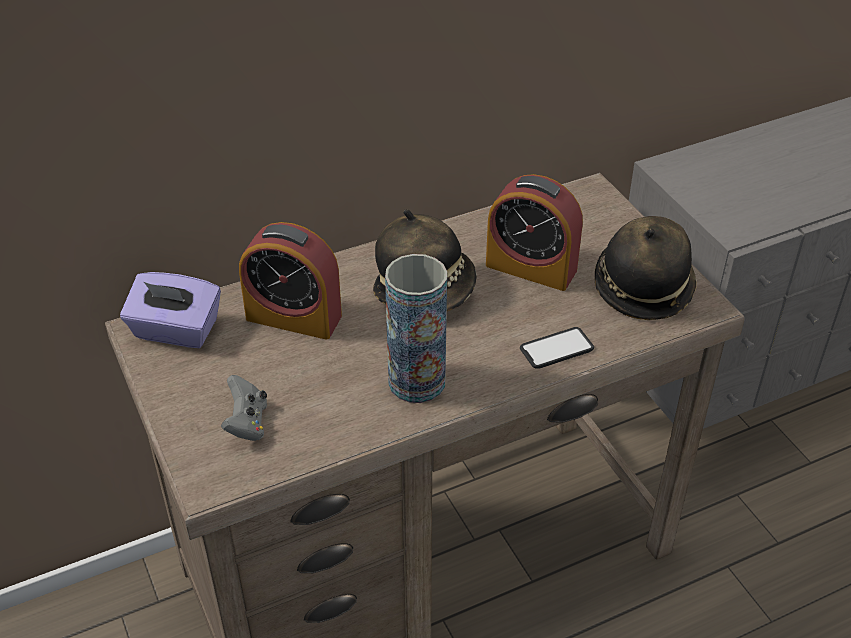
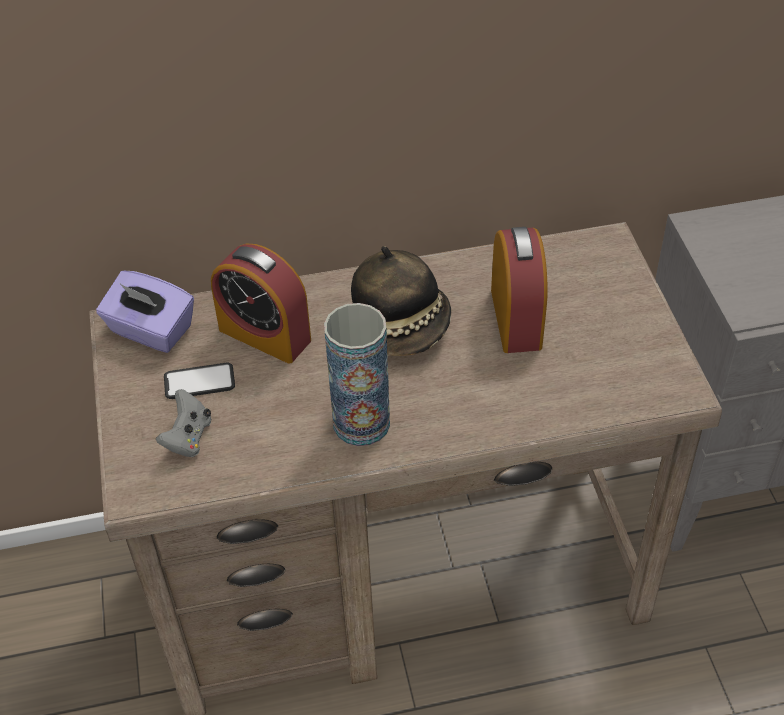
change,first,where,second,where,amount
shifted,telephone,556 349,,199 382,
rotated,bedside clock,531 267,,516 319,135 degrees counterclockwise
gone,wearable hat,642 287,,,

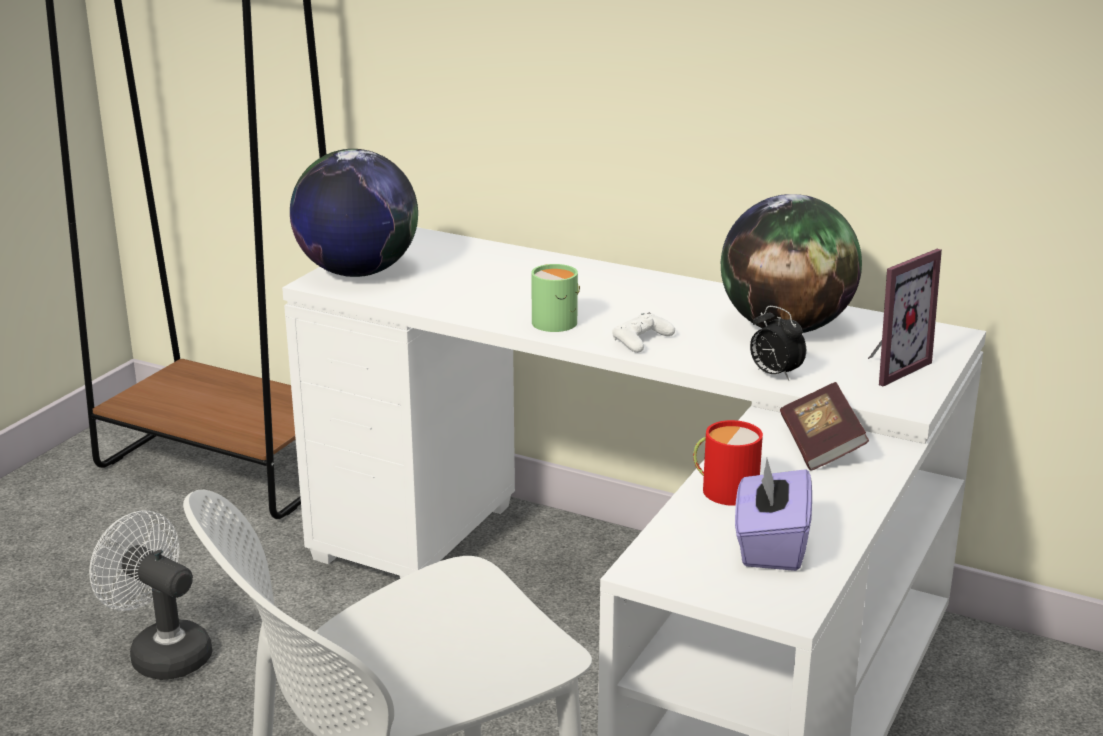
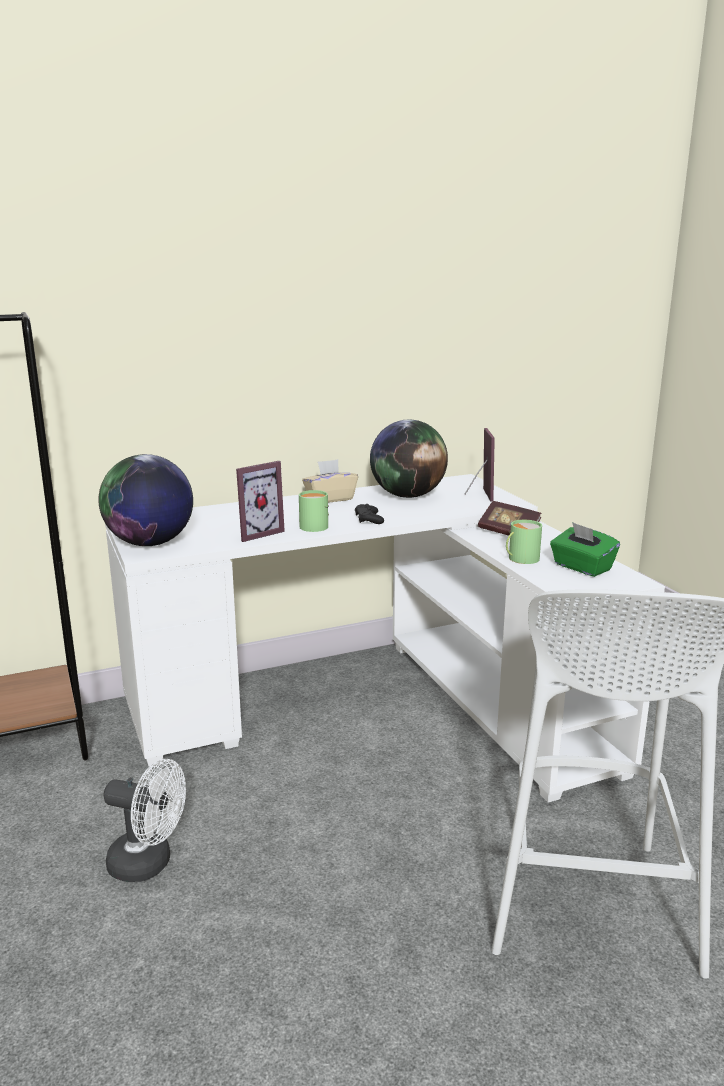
change,first,where,second,where,amount
rotated,white-coloured fan,162 652,,149 863,150 degrees counterclockwise
new,,,standing frame,256 533,
new,,,beige tissue holder,330 498,
repainted,white-coloured joypad,641 340,black-coloured joypad,368 519,
repainted,reddish mug,724 489,green-coloured mug,520 558,
repainted,purple-coloured tissue holder,770 546,green-coloured tissue holder,581 567,
gone,bedside clock,774 374,,,

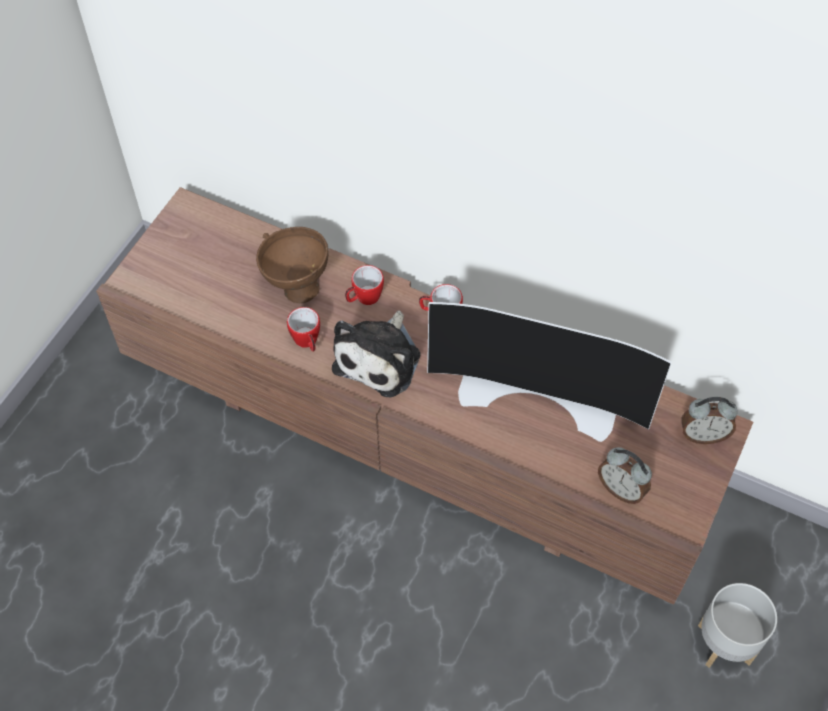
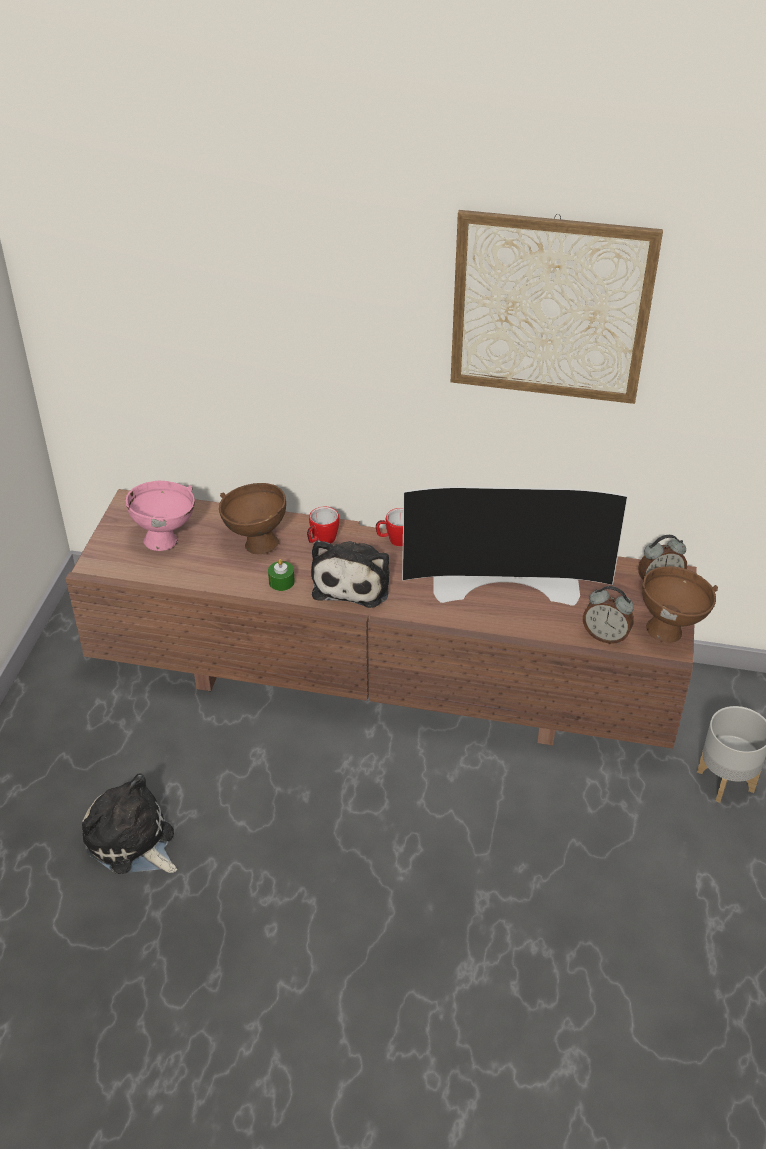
change,first,where,second,where,amount
new,,,plush toy,132 842,
new,,,pinkish serving bowl,167 538,
swapped,mug,307 342,green-coloured wax candle,281 582,
new,,,wall picture,550 306,
new,,,brown serving bowl,671 630,

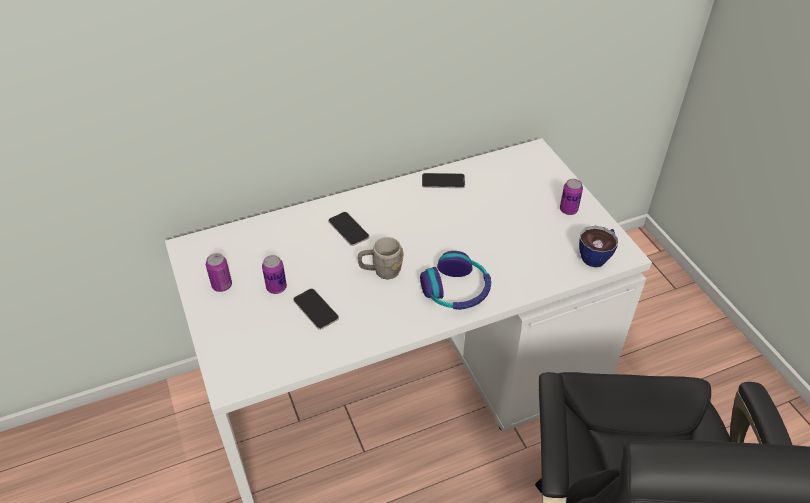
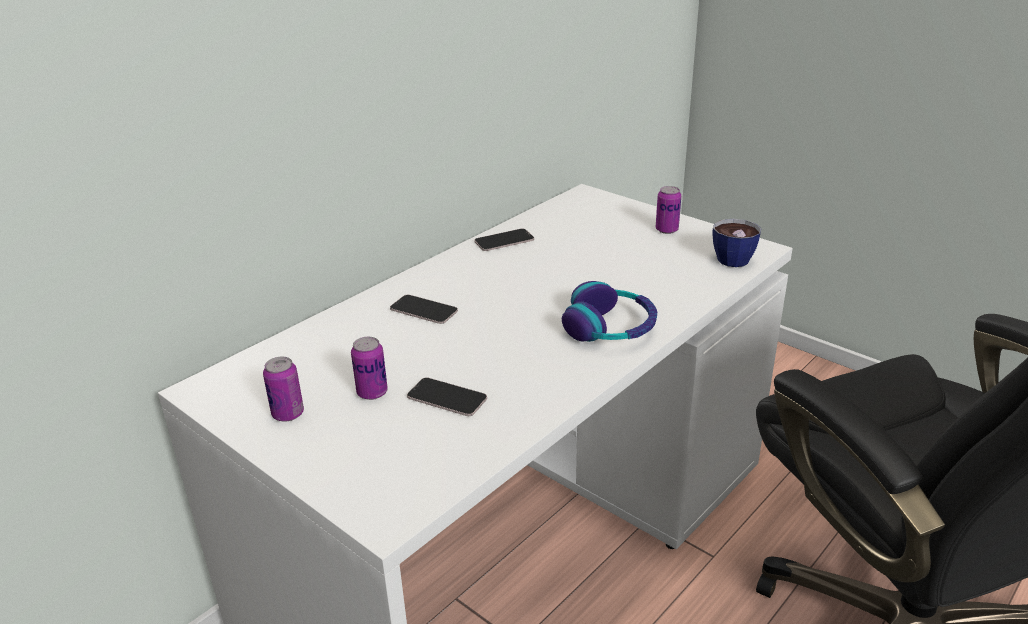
change,first,where,second,where,amount
gone,greyish mug,381 271,,,

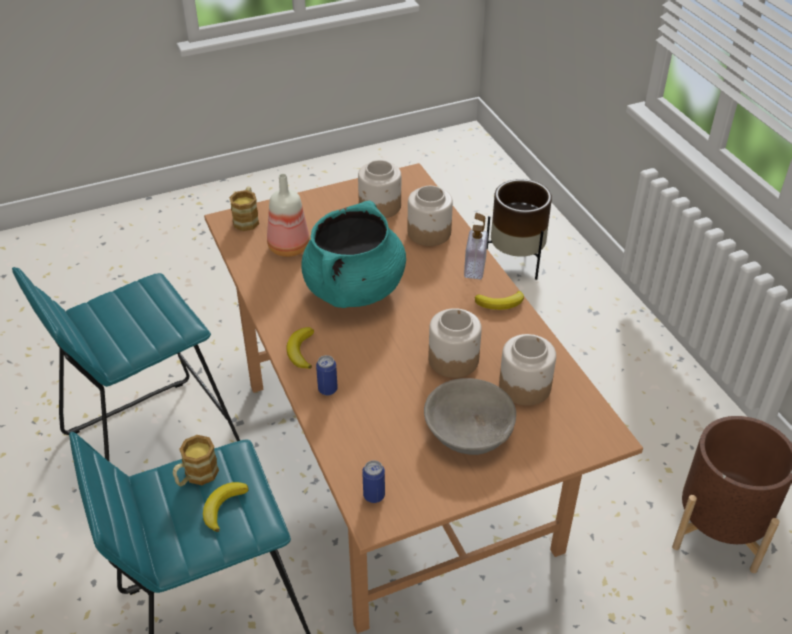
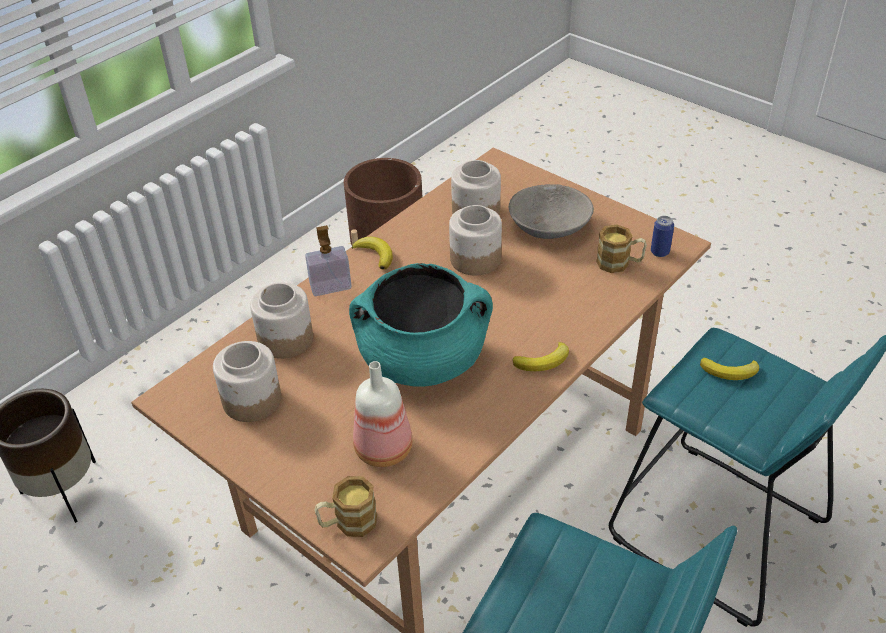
change,first,where,second,where,amount
shifted,mug,196 476,,619 263,
gone,can,327 389,,,

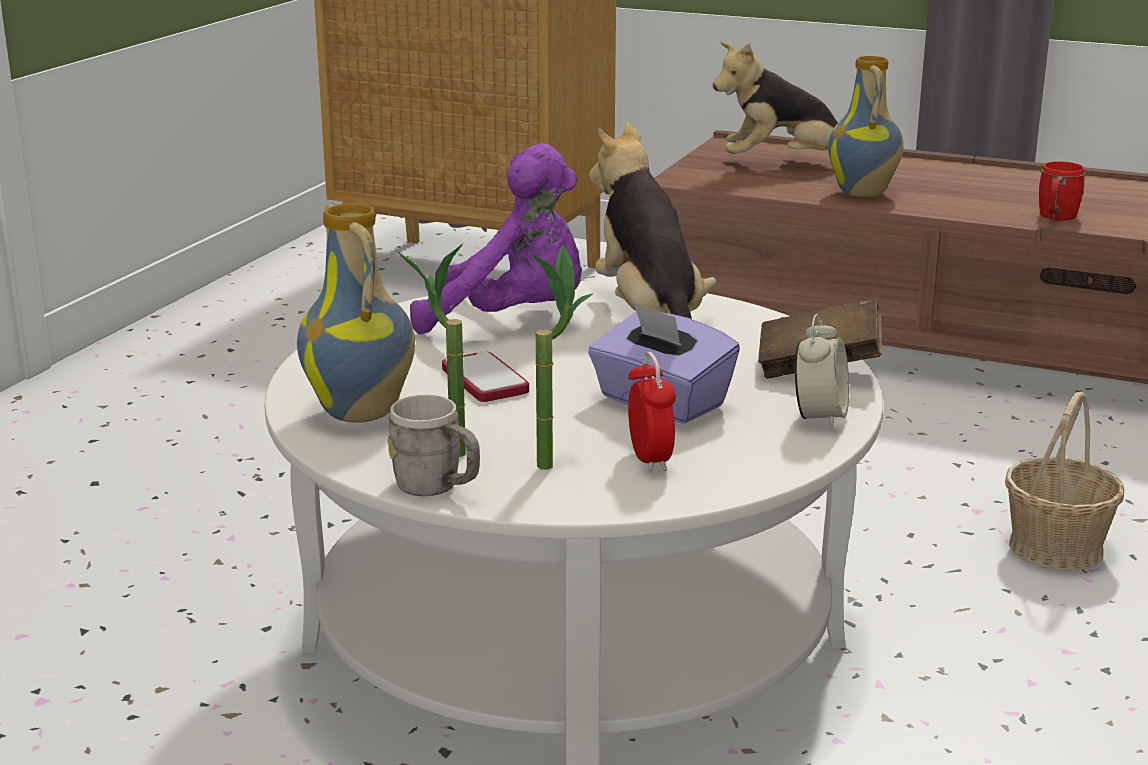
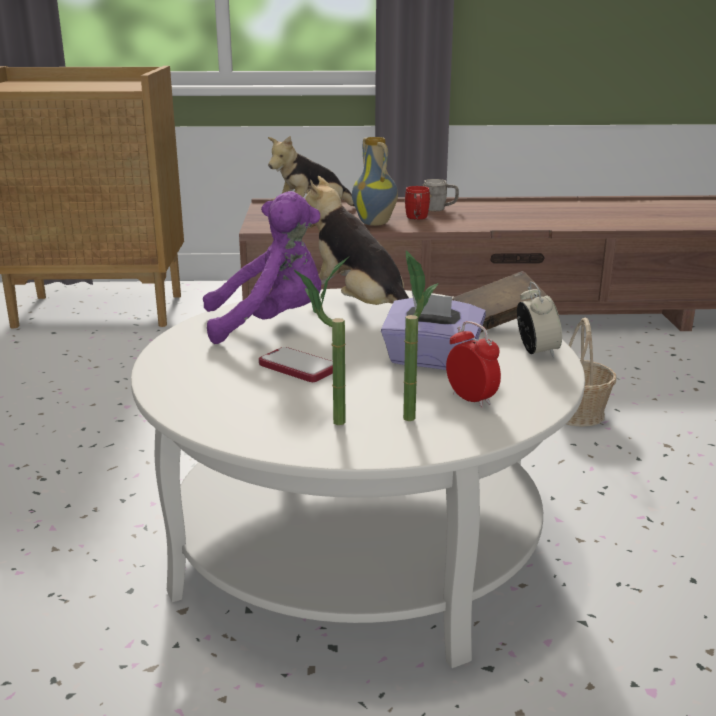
change,first,where,second,where,amount
shifted,reddish mug,1056 218,,417 218,
shifted,greyish mug,437 488,,439 209,
gone,decorative vase,363 412,,,

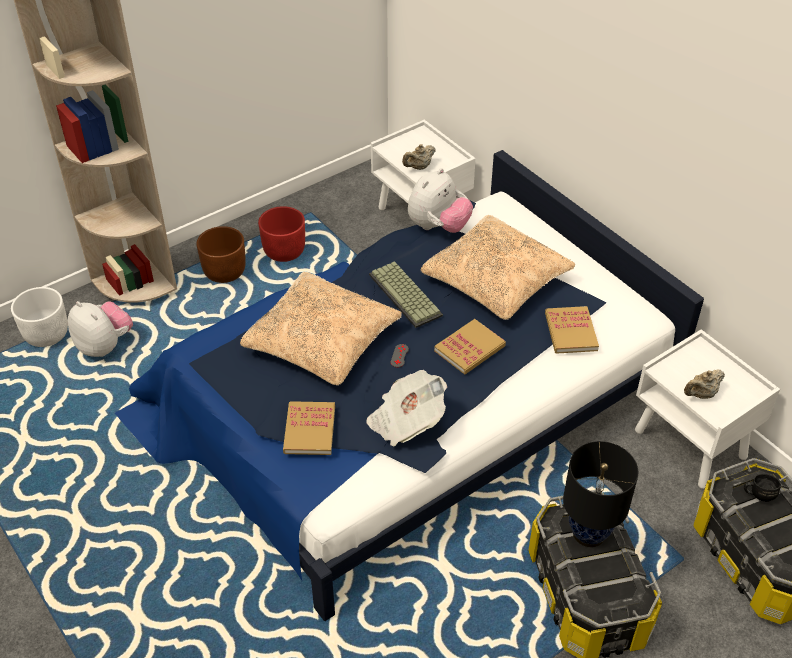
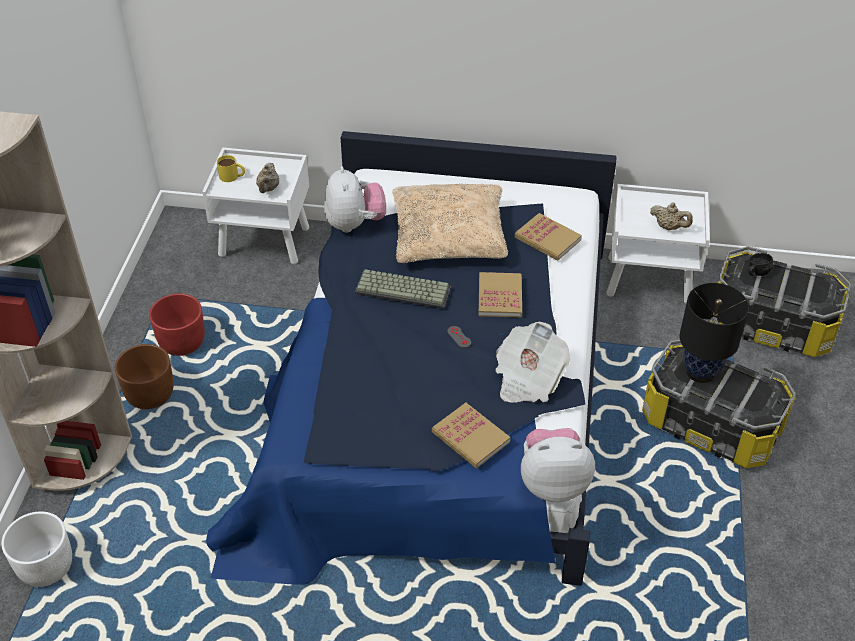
change,first,where,second,where,amount
new,,,yellow mug,232 176,
shifted,plush toy,105 346,,553 483,
rotated,beige pot for tea,701 394,,669 227,75 degrees counterclockwise
gone,beige throw pillow,322 340,,,

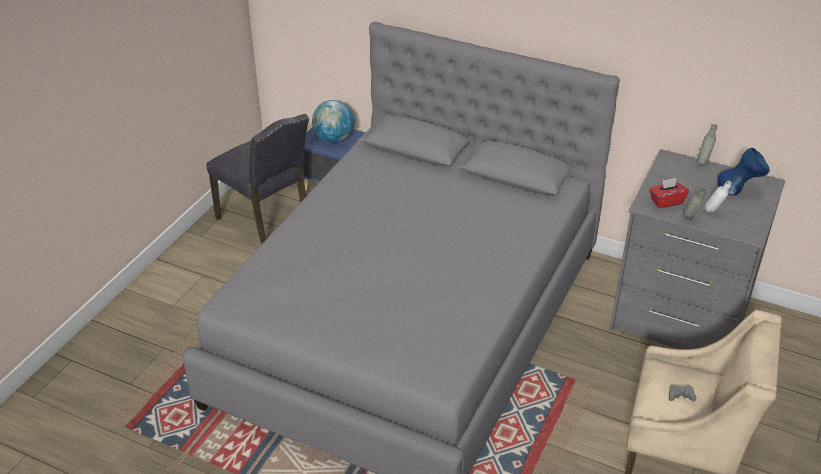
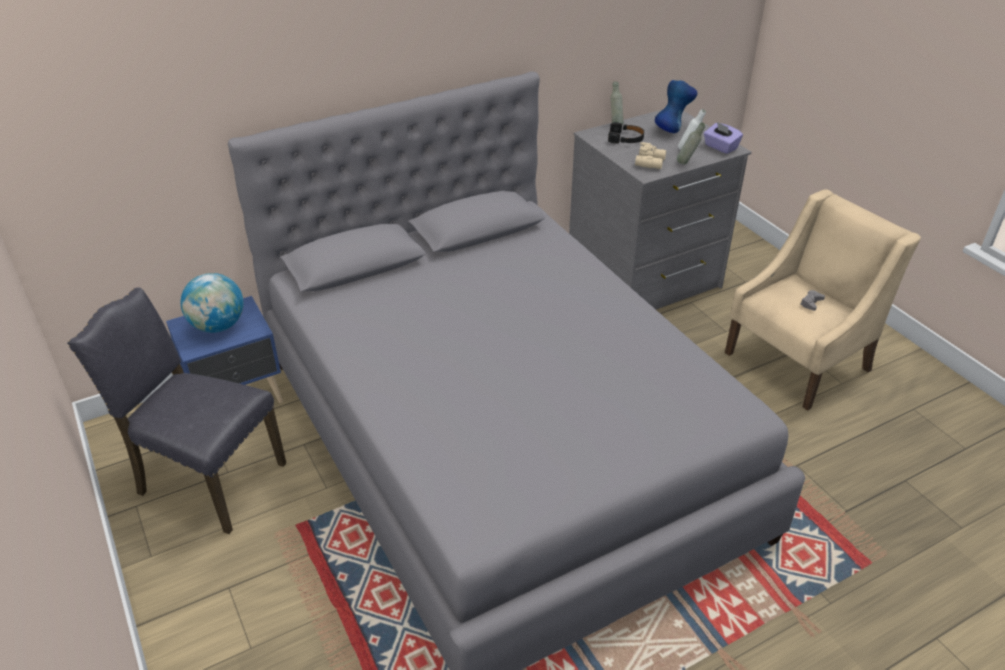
change,first,where,second,where,amount
rotated,greyish upright chair,267 223,,207 479,150 degrees counterclockwise
new,,,black-coloured pair of headphones,626 138,
swapped,reddish tissue holder,666 201,beige pair of binoculars,651 162,
new,,,purple-coloured tissue holder,720 147,

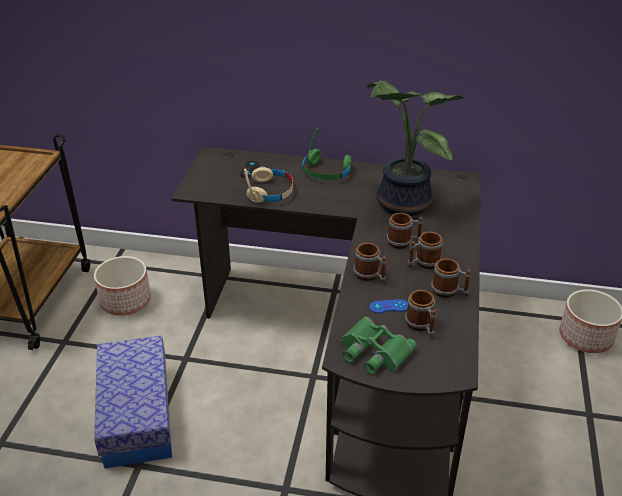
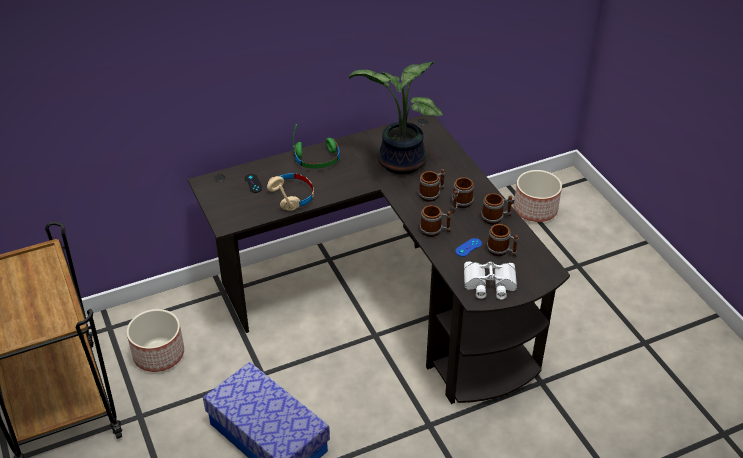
change,first,where,second,where,amount
repainted,green-coloured pair of binoculars,373 352,white-coloured pair of binoculars,489 284,

